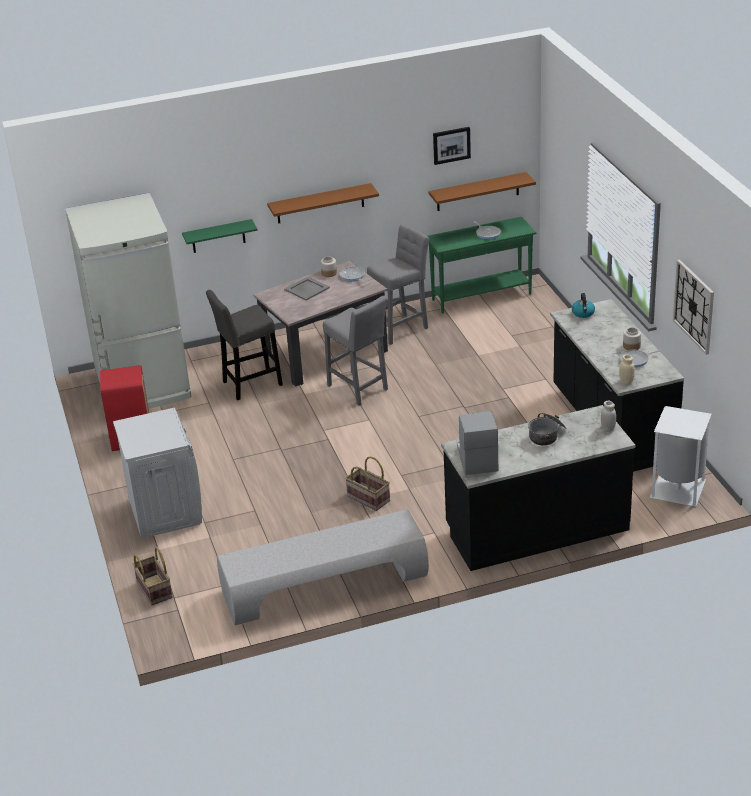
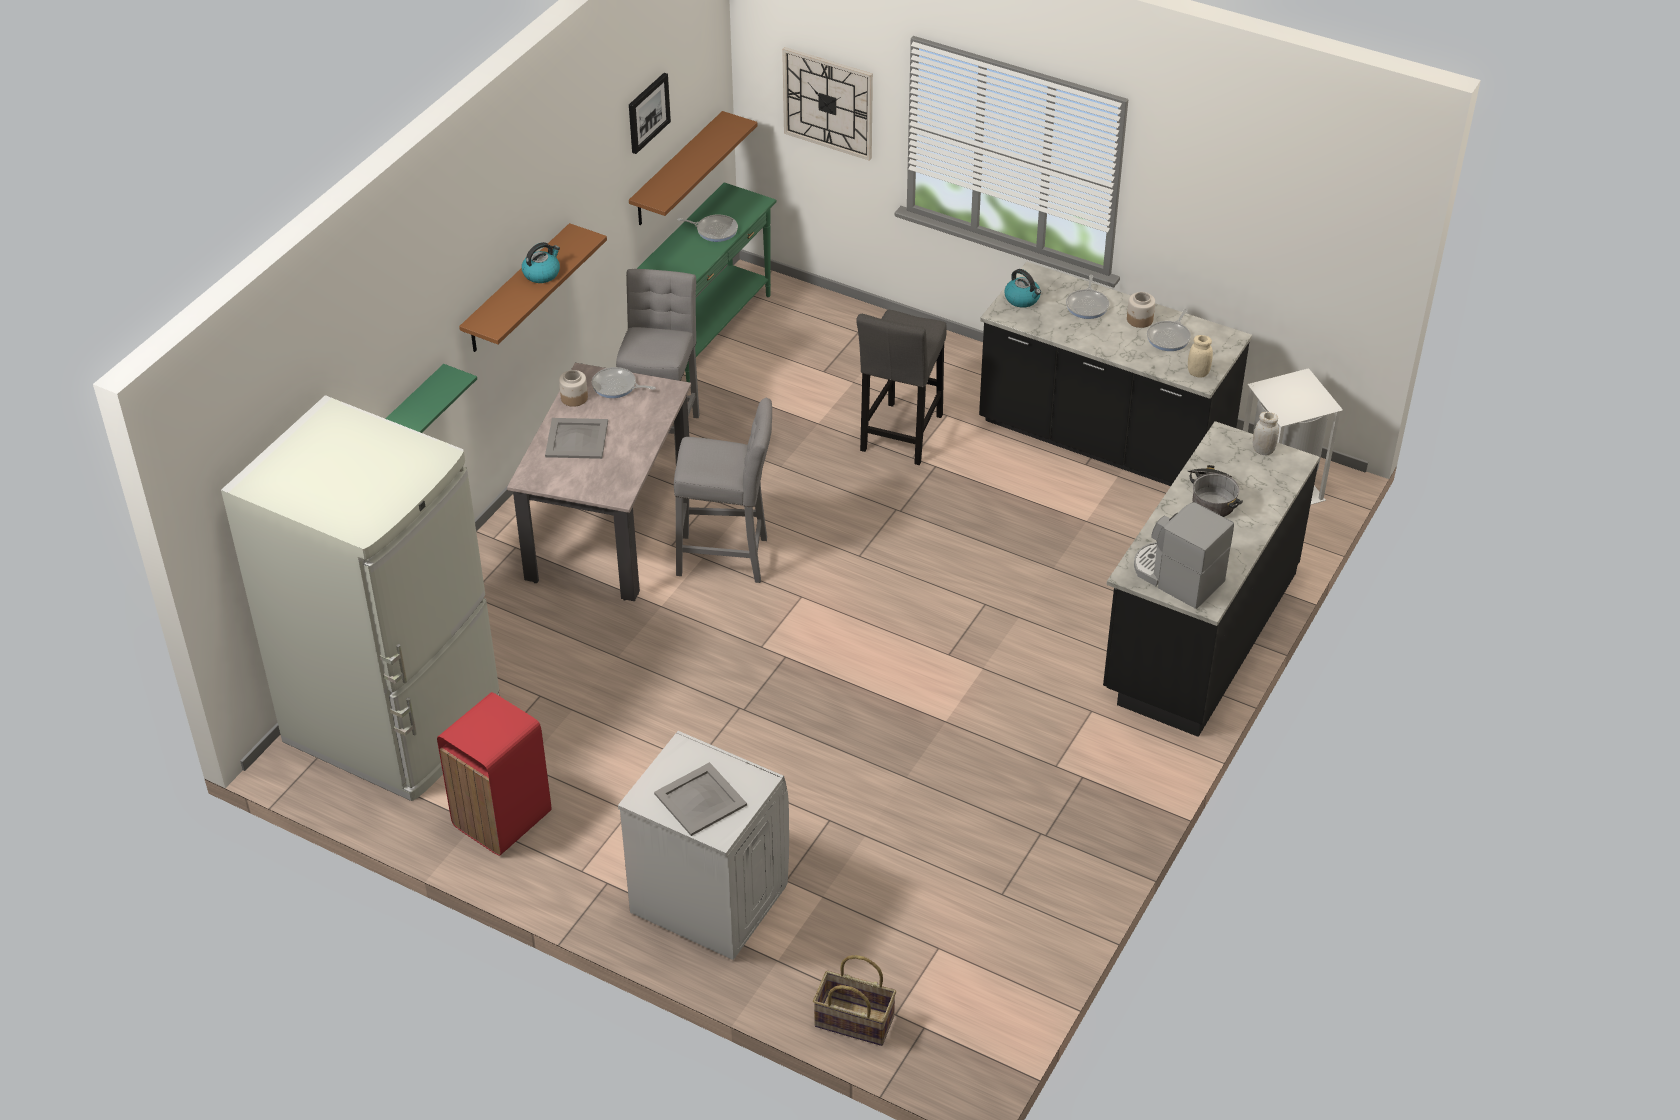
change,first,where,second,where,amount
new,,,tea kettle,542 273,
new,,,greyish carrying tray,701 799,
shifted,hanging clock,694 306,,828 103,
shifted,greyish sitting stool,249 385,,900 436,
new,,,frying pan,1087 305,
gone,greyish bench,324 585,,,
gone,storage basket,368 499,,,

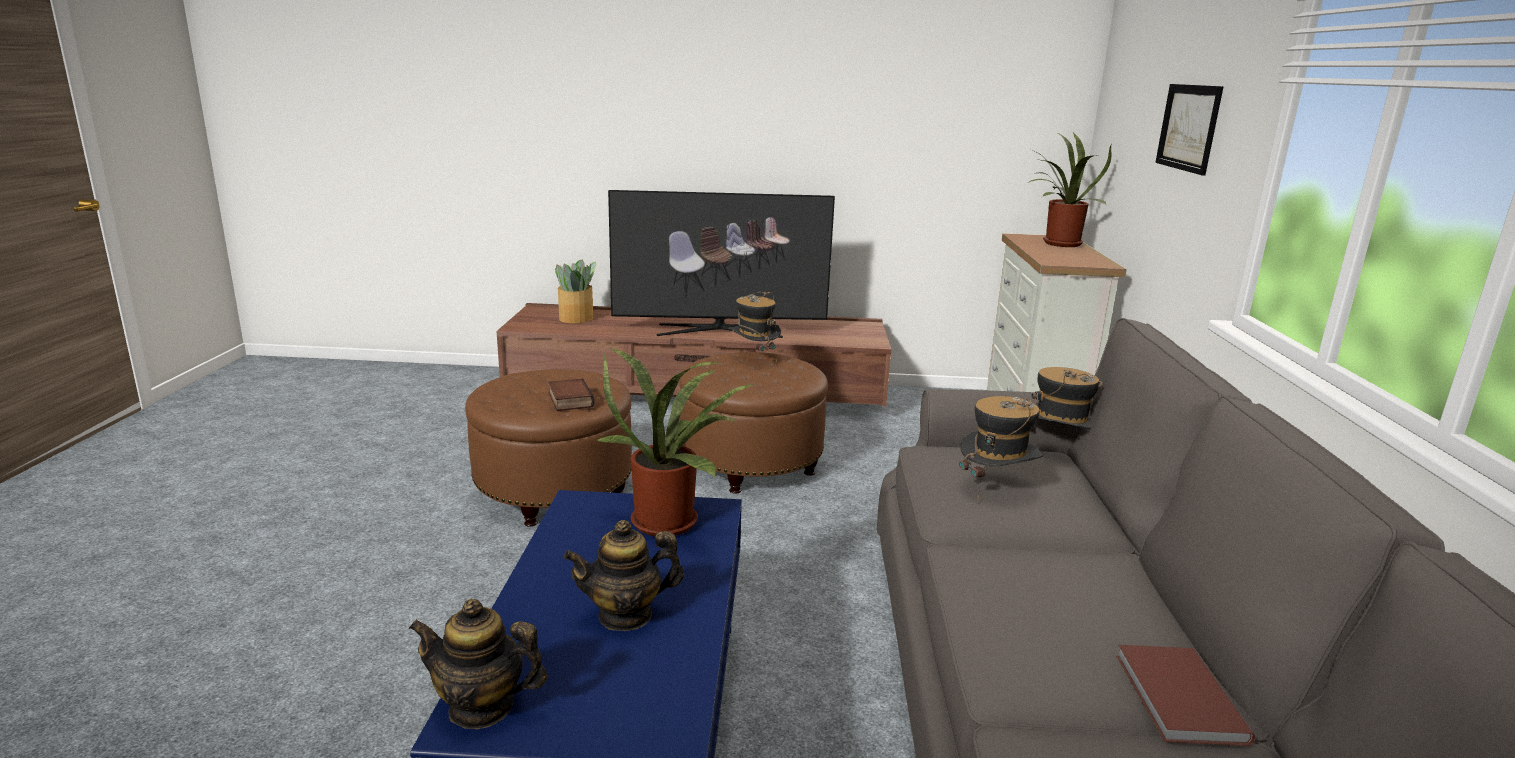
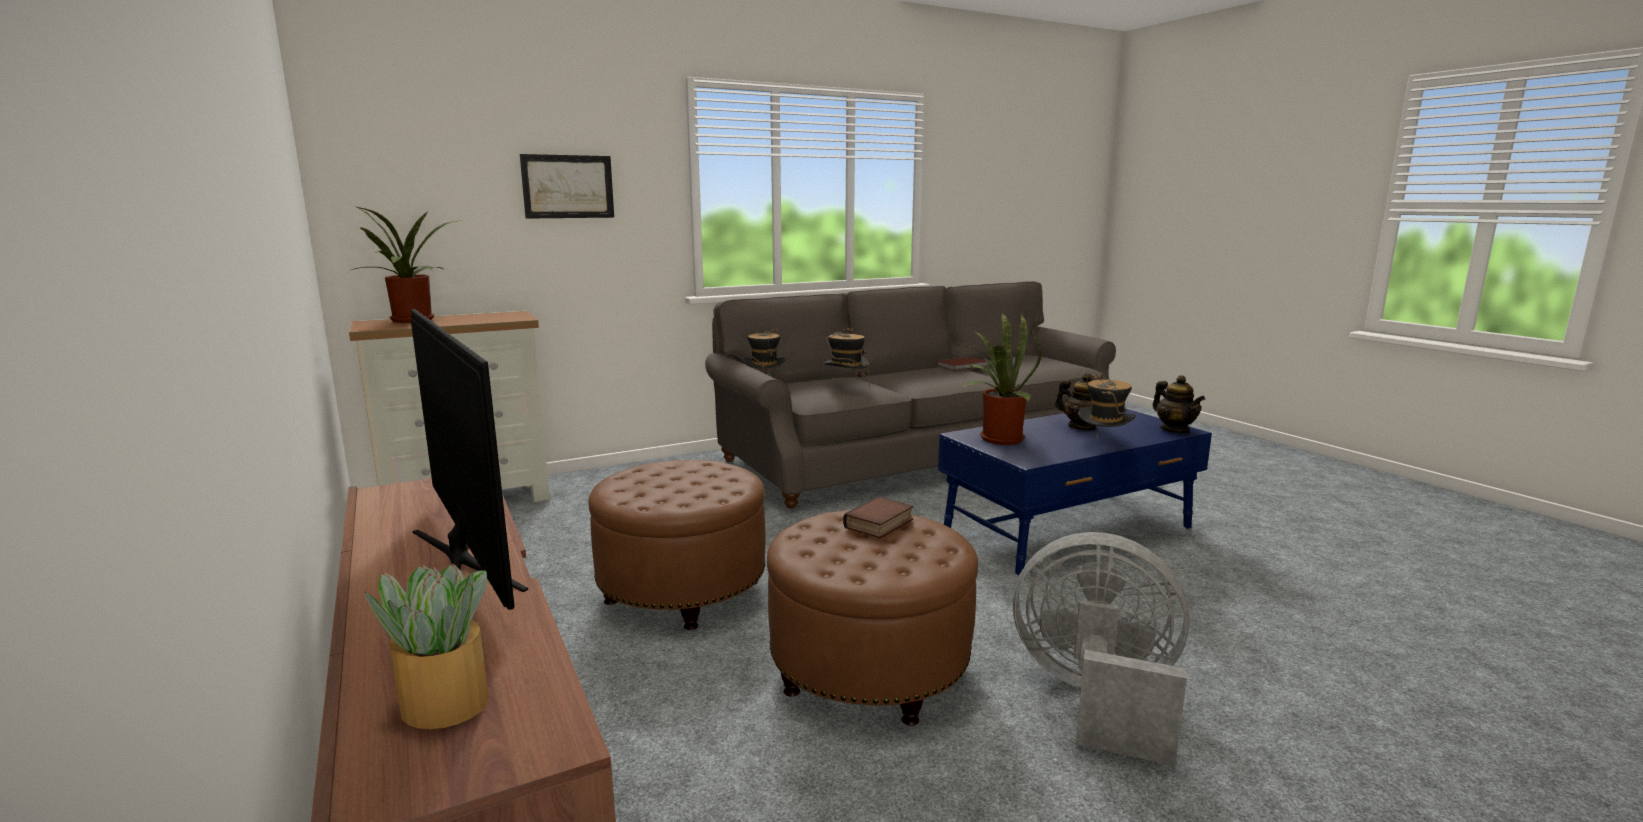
change,first,where,second,where,amount
new,,,greyish fan,1096 699,
shifted,wearable hat,754 358,,1103 446,

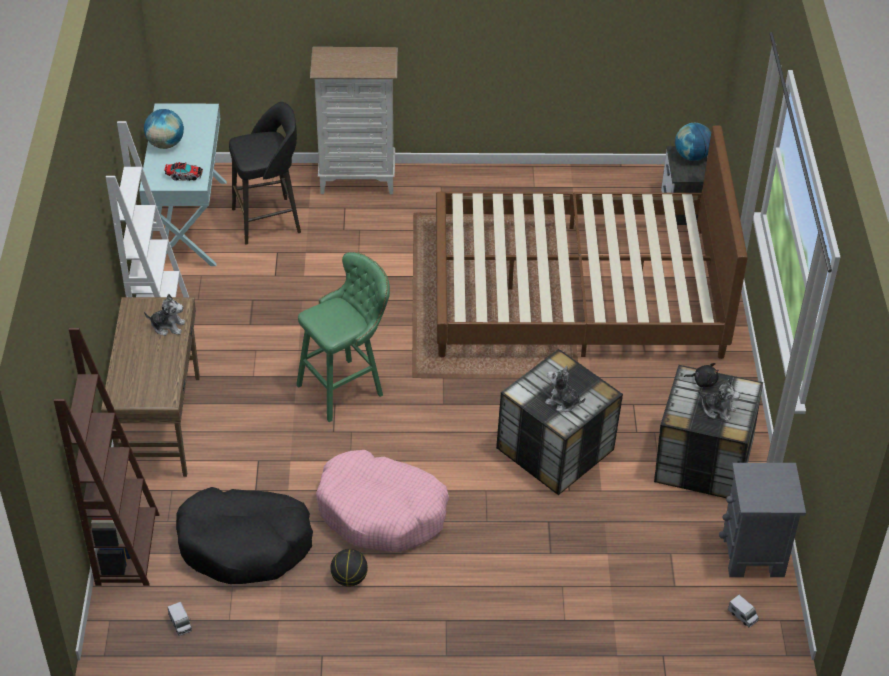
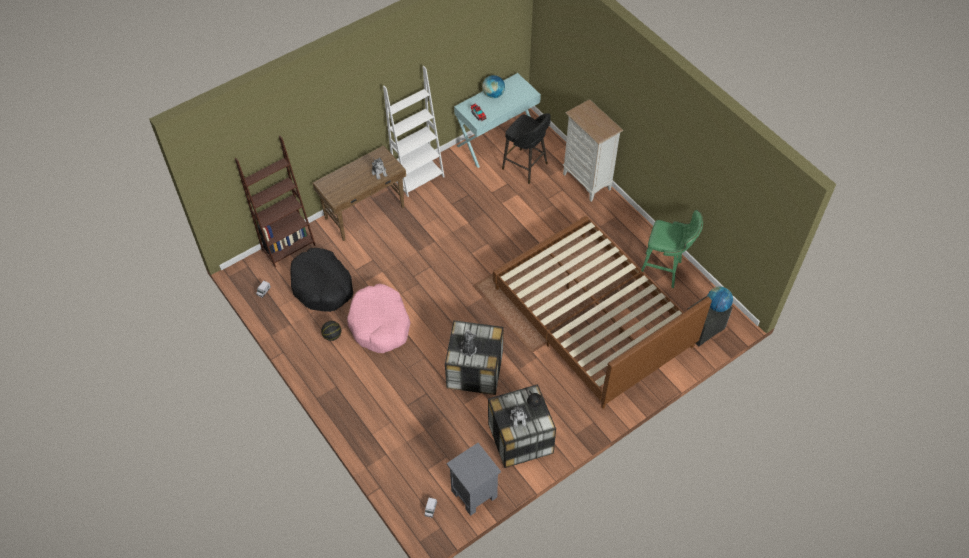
change,first,where,second,where,amount
shifted,green-coloured sitting stool,348 386,,665 271,

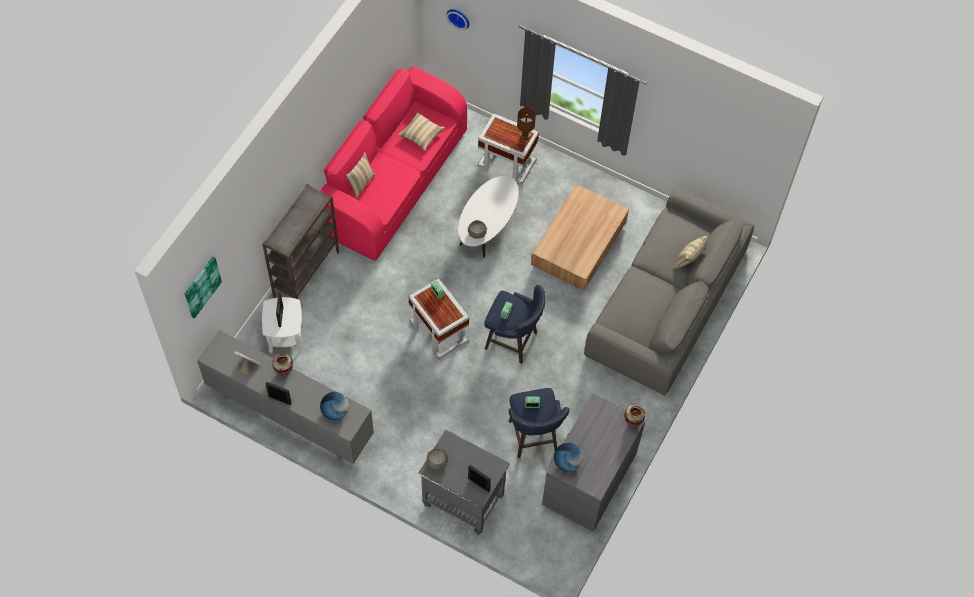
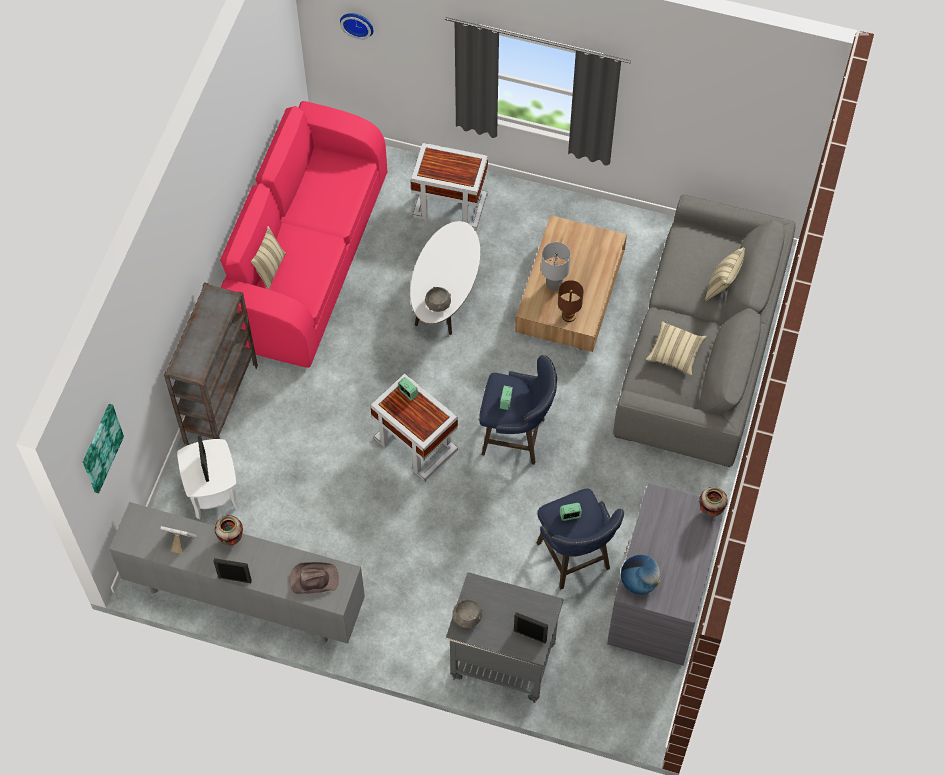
change,first,where,second,where,amount
swapped,world globe,335 412,brown wearable hat,313 579,
new,,,greyish table lamp,554 285,
shifted,brown table lamp,525 135,,569 316,
shifted,beige throw pillow,421 135,,675 353,

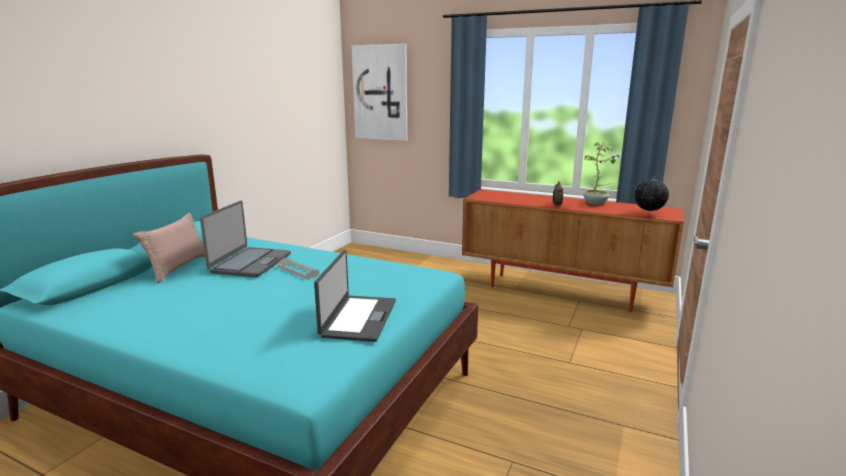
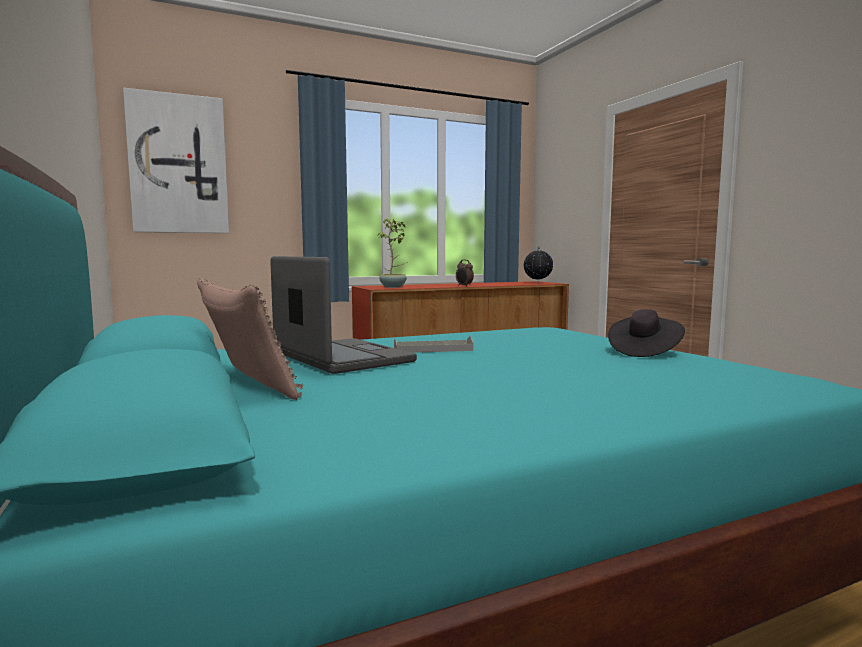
change,first,where,second,where,amount
shifted,houseplant,596 203,,393 287,
swapped,notebook computer,358 318,black-coloured wearable hat,643 351,

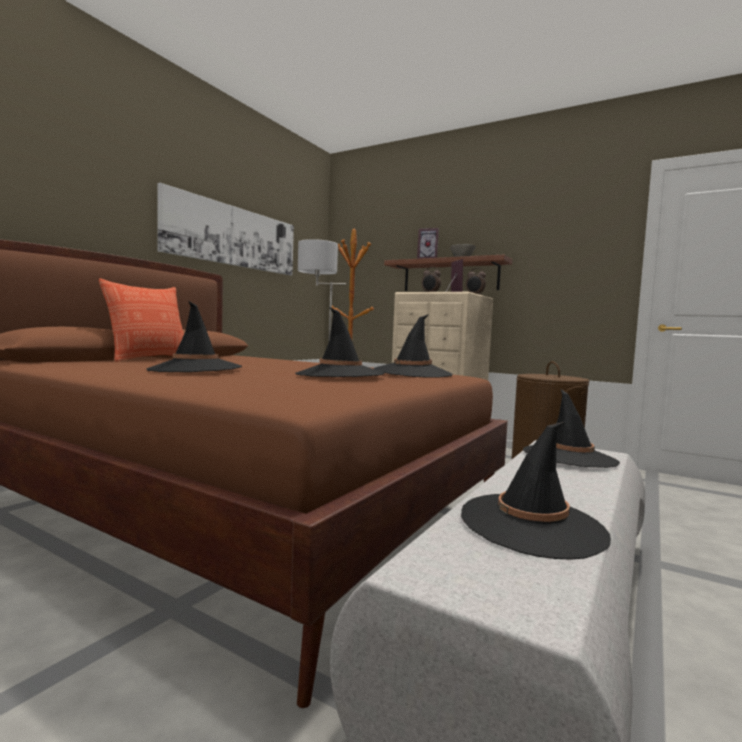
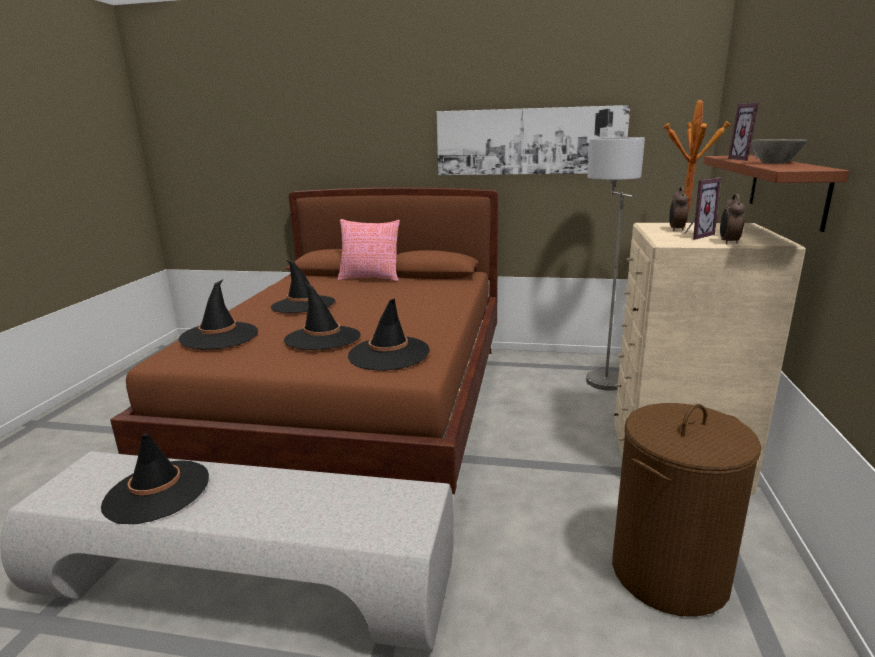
change,first,where,second,where,amount
shifted,black-coloured wearable hat,569 457,,219 336,
repainted,orangey throw pillow,149 359,pinkish throw pillow,370 279,

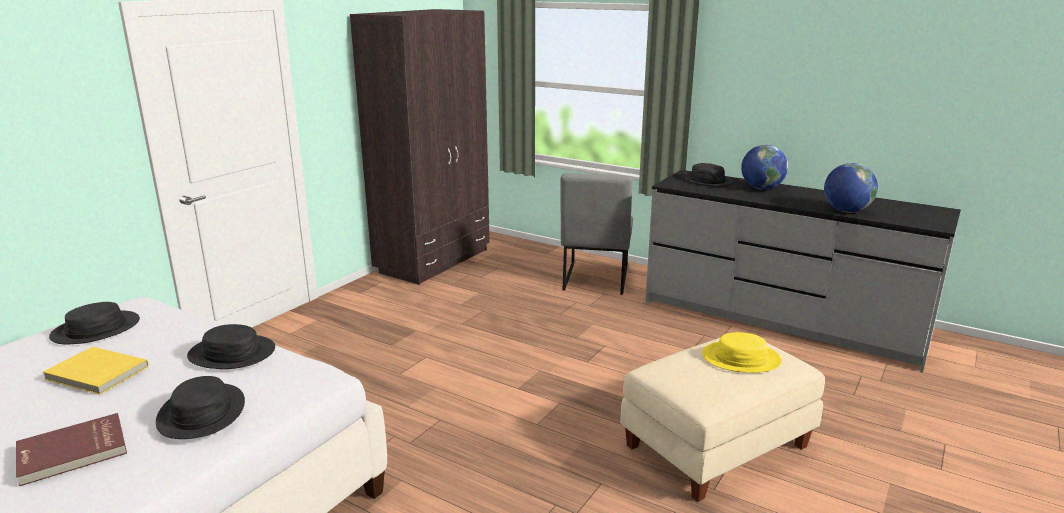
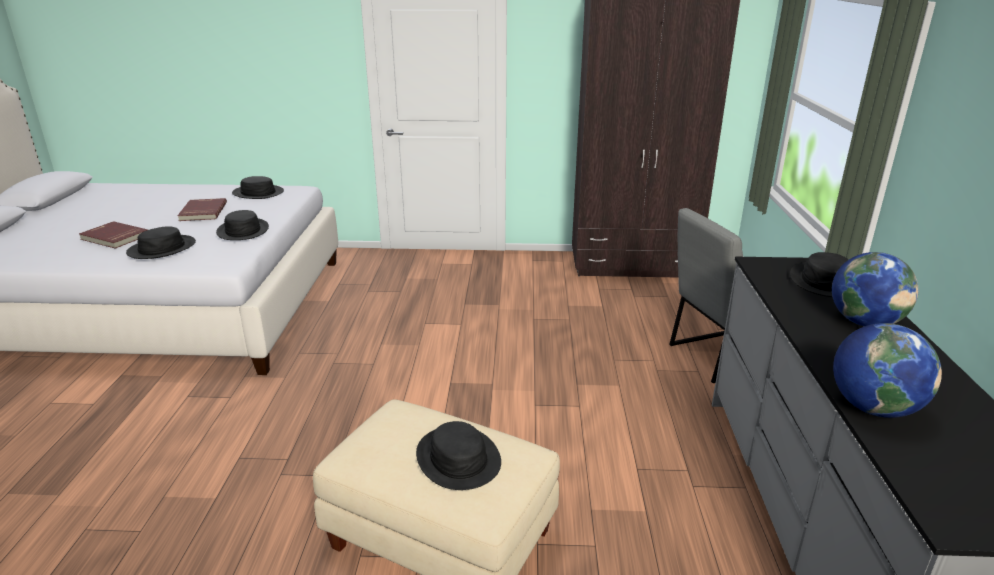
change,first,where,second,where,amount
repainted,yellow book,96 374,reddish book,202 212,
repainted,yellow wearable hat,741 358,black-coloured wearable hat,458 459,

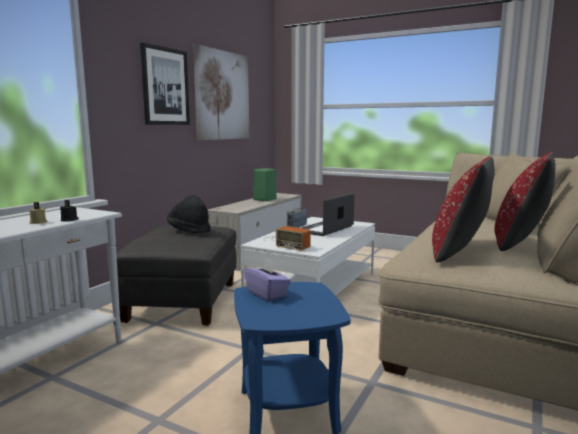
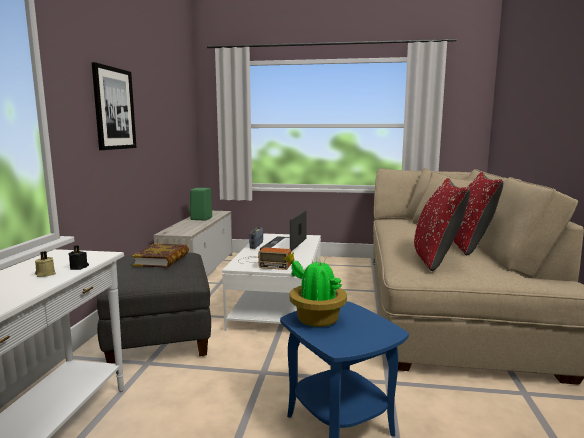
change,first,where,second,where,amount
swapped,black-coloured wearable hat,189 230,book,162 260,
swapped,purple-coloured tissue holder,267 294,houseplant,315 319,
gone,wall picture,222 95,,,

